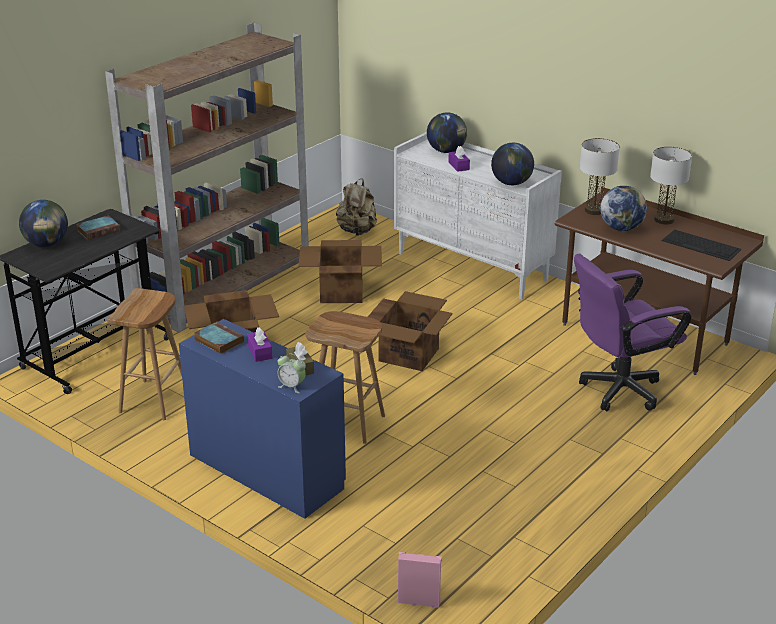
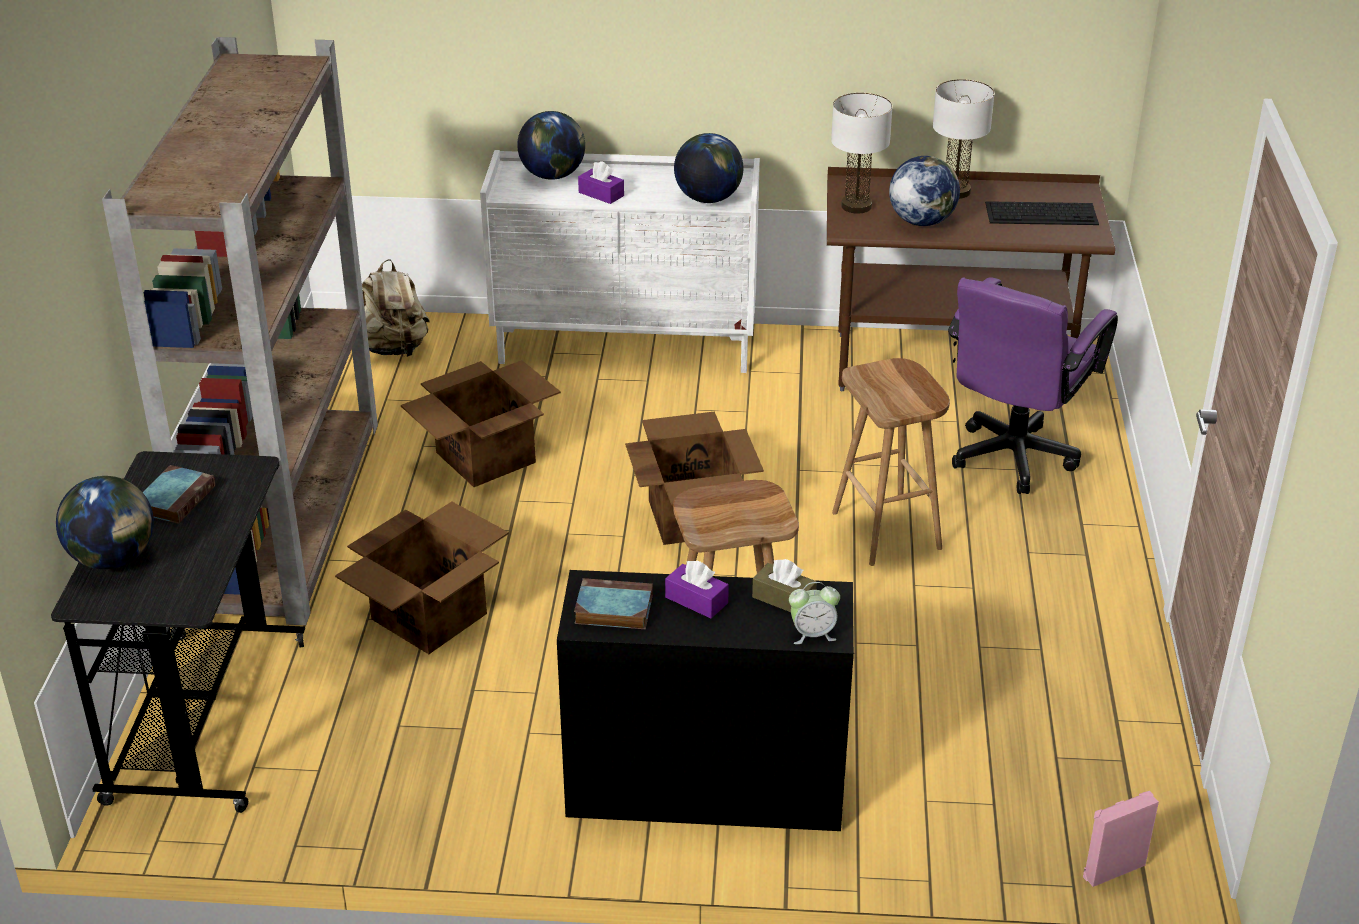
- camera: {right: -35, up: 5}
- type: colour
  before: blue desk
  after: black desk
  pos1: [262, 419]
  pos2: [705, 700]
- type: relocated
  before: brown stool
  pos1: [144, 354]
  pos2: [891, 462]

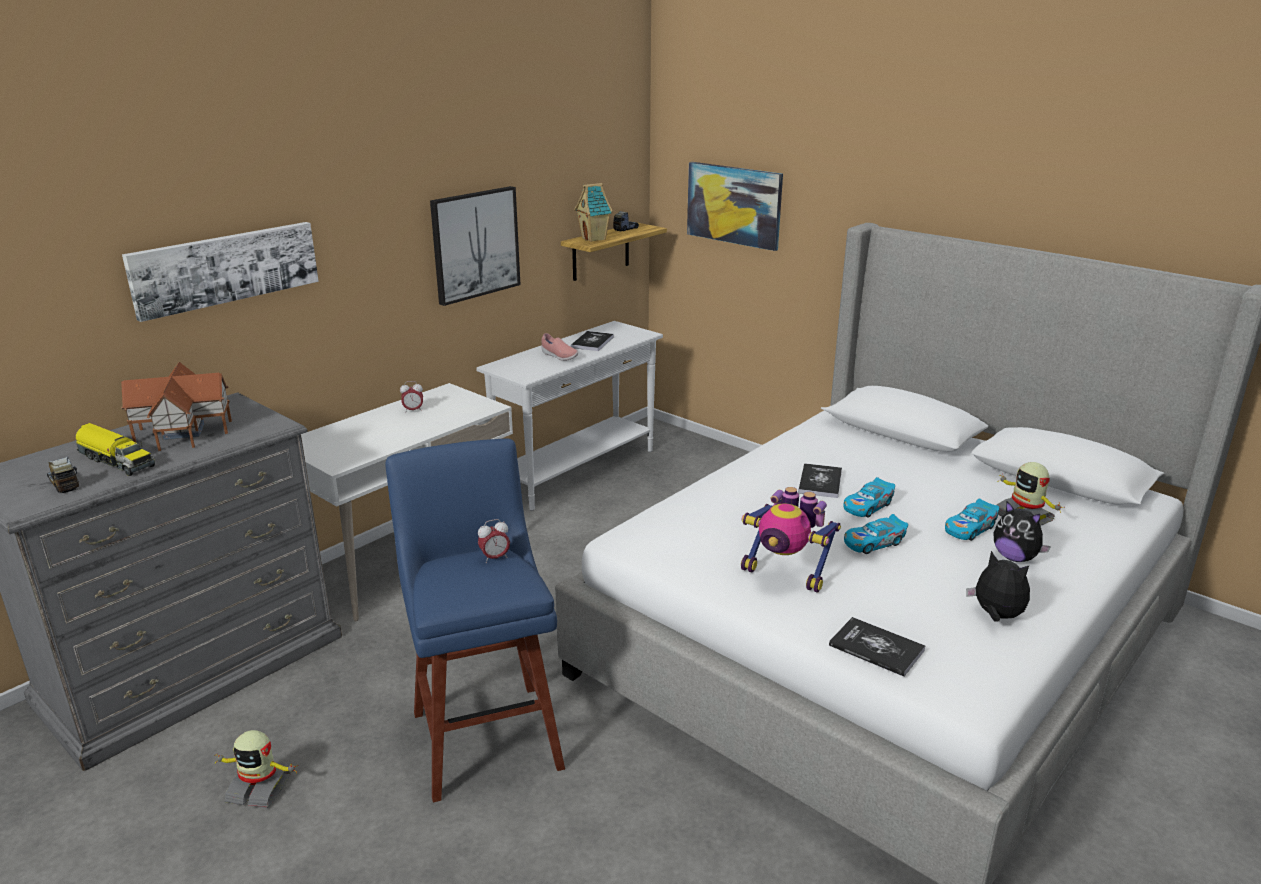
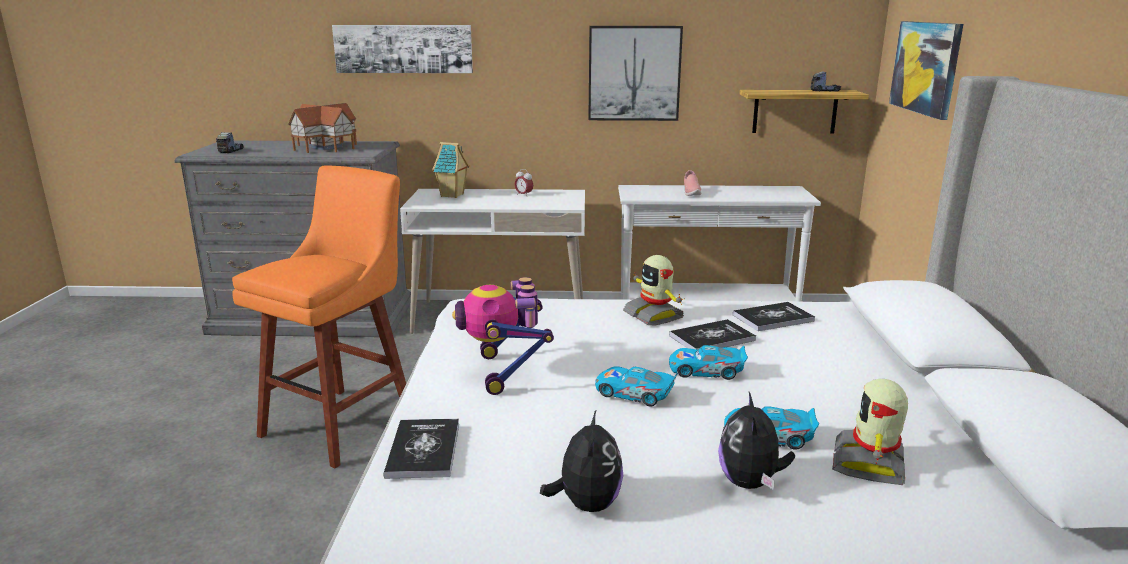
- camera: {right: 50, up: -5}
- type: colour
  before: blue stool
  after: orange stool
  pos1: [475, 620]
  pos2: [319, 316]
- type: relocated
  before: toy house
  pos1: [593, 212]
  pos2: [450, 170]
- type: relocated
  before: toy robot
  pos1: [256, 769]
  pos2: [654, 290]
- type: relocated
  before: book
  pos1: [592, 341]
  pos2: [774, 316]
- type: missing
  before: toy truck
  pos1: [115, 449]
- type: missing
  before: alarm clock
  pos1: [494, 541]

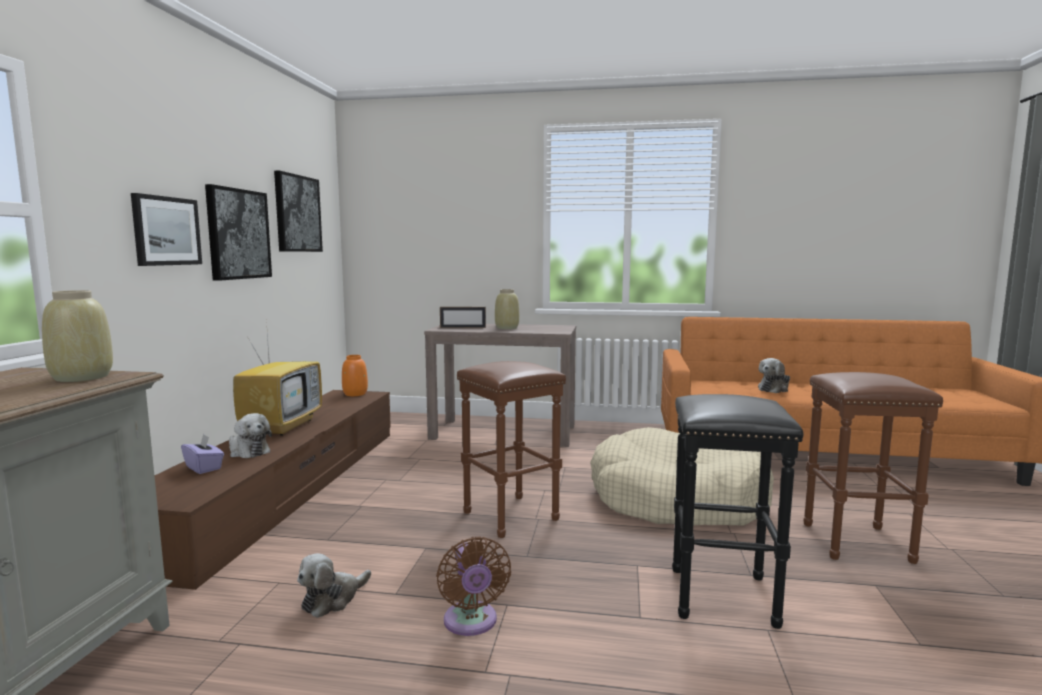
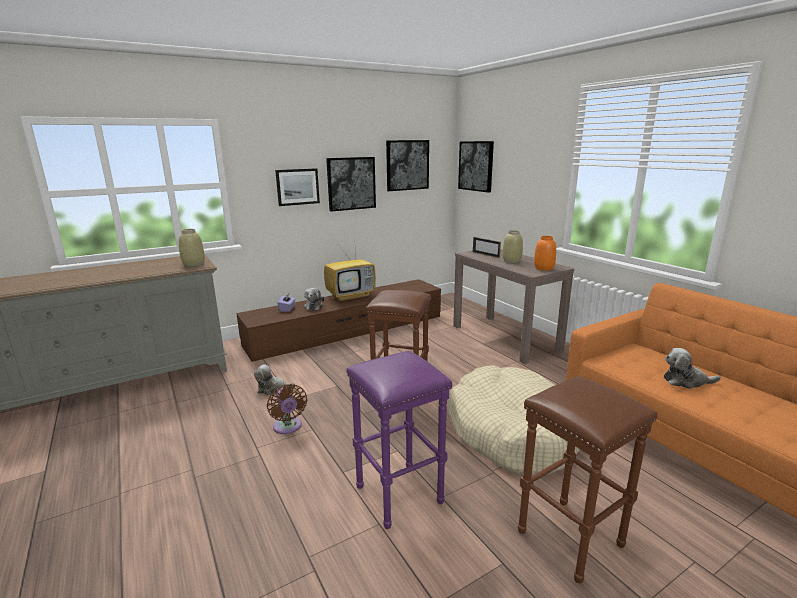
- camera: {right: 50, up: 10}
- type: spun
  before: brown fan
  pos1: [473, 586]
  pos2: [287, 409]
  turn: -60
- type: colour
  before: black stool
  after: purple stool
  pos1: [738, 511]
  pos2: [399, 440]
- type: appeared
  after: picture
  pos2: [476, 167]
- type: relocated
  before: orange vase
  pos1: [355, 375]
  pos2: [545, 253]

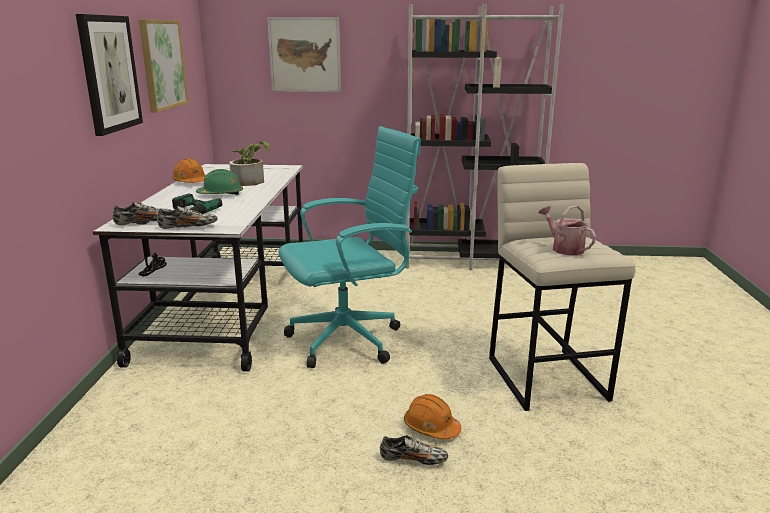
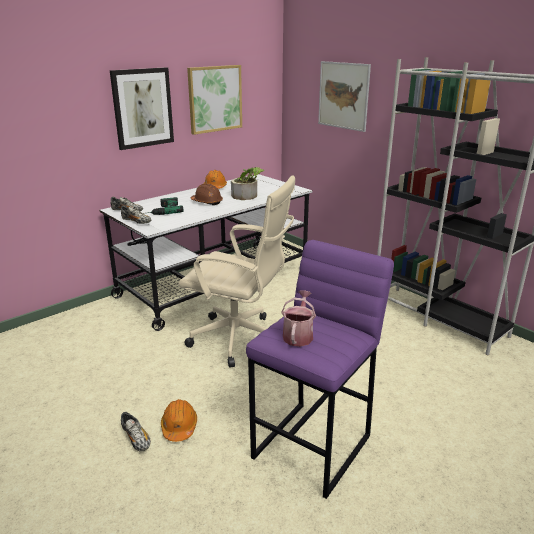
- camera: {right: 45, up: 5}
- type: colour
  before: turquoise office chair
  after: beige office chair
  pos1: [349, 247]
  pos2: [236, 272]
- type: colour
  before: green hard hat
  after: brown hard hat
  pos1: [219, 182]
  pos2: [206, 194]
- type: colour
  before: beige stool
  after: purple stool
  pos1: [562, 287]
  pos2: [320, 369]

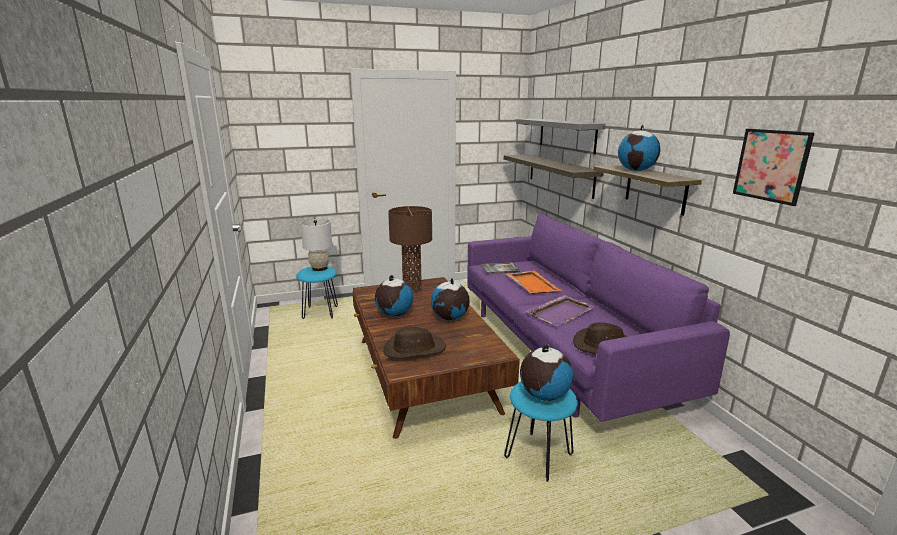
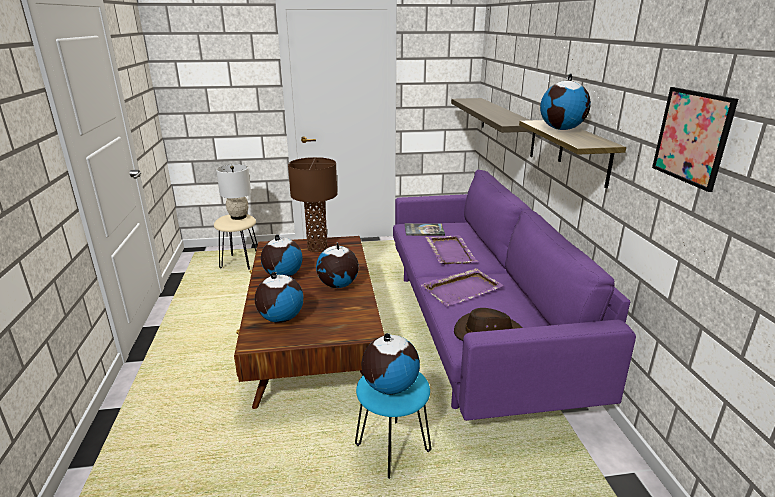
- camera: {right: 10, up: 5}
- type: colour
  before: turquoise stool
  after: beige stool
  pos1: [317, 292]
  pos2: [236, 242]
- type: exchanged
  before: brown hat
  after: globe
  pos1: [414, 343]
  pos2: [279, 297]
- type: colour
  before: orange tray
  after: purple tray
  pos1: [534, 282]
  pos2: [451, 249]
- type: missing
  before: grey shelf
  pos1: [561, 136]

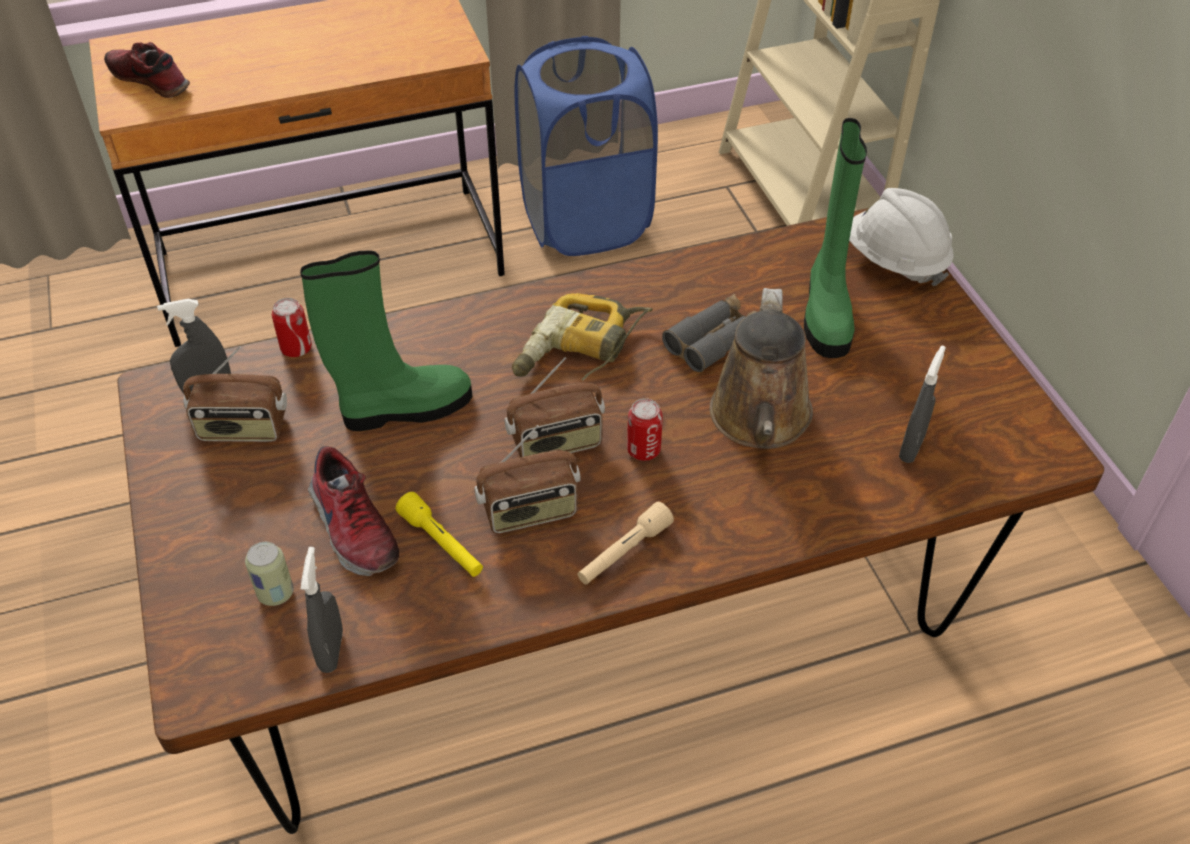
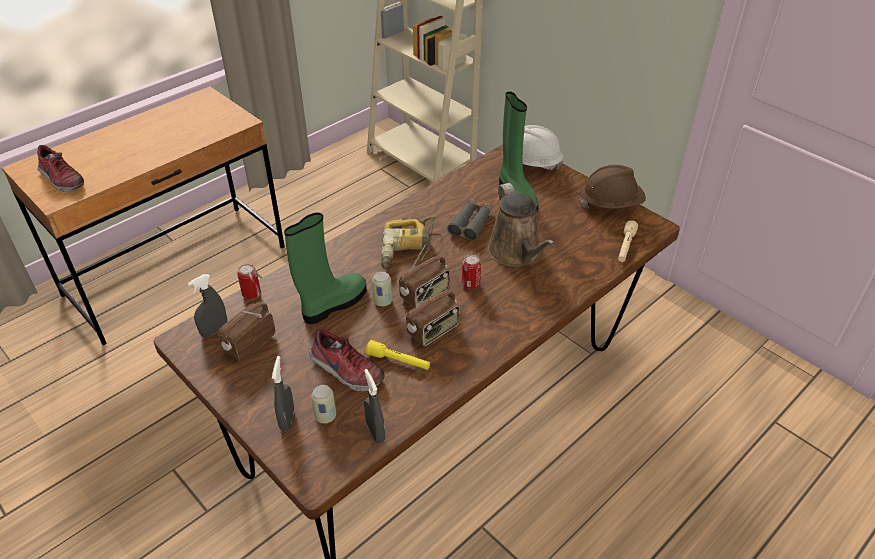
- camera: {right: -25, up: -5}
- type: spun
  before: shoe
  pos1: [147, 70]
  pos2: [60, 168]
  turn: -150
- type: spun
  before: radio
  pos1: [235, 394]
  pos2: [246, 331]
  turn: 150
- type: relocated
  before: grey spray bottle
  pos1: [922, 404]
  pos2: [283, 394]
- type: appeared
  after: can
  pos2: [382, 288]
- type: appeared
  after: brown hard hat
  pos2: [613, 187]
- type: relocated
  before: beige flashlight
  pos1: [626, 543]
  pos2: [628, 241]
- type: missing
  before: blue laundry basket
  pos1: [586, 146]

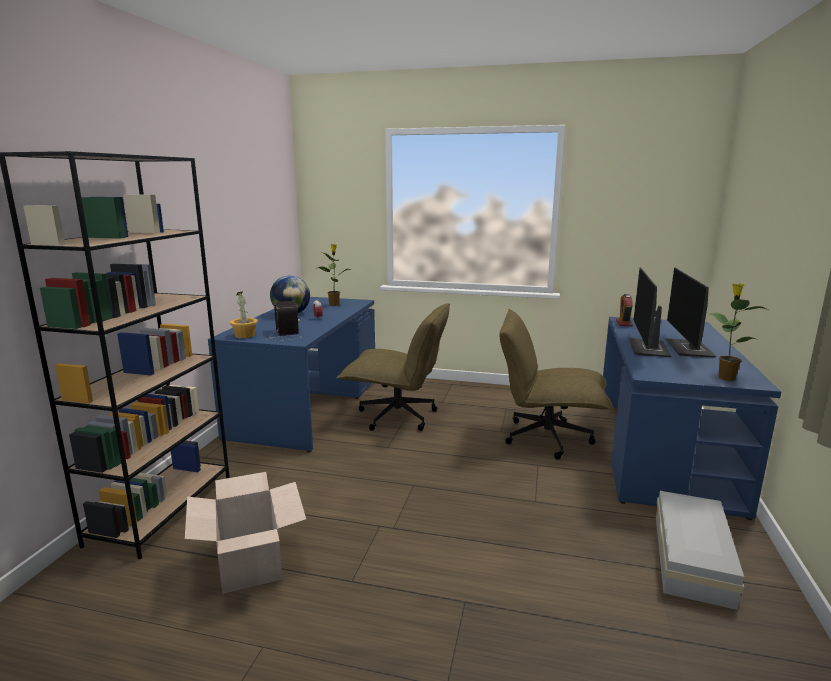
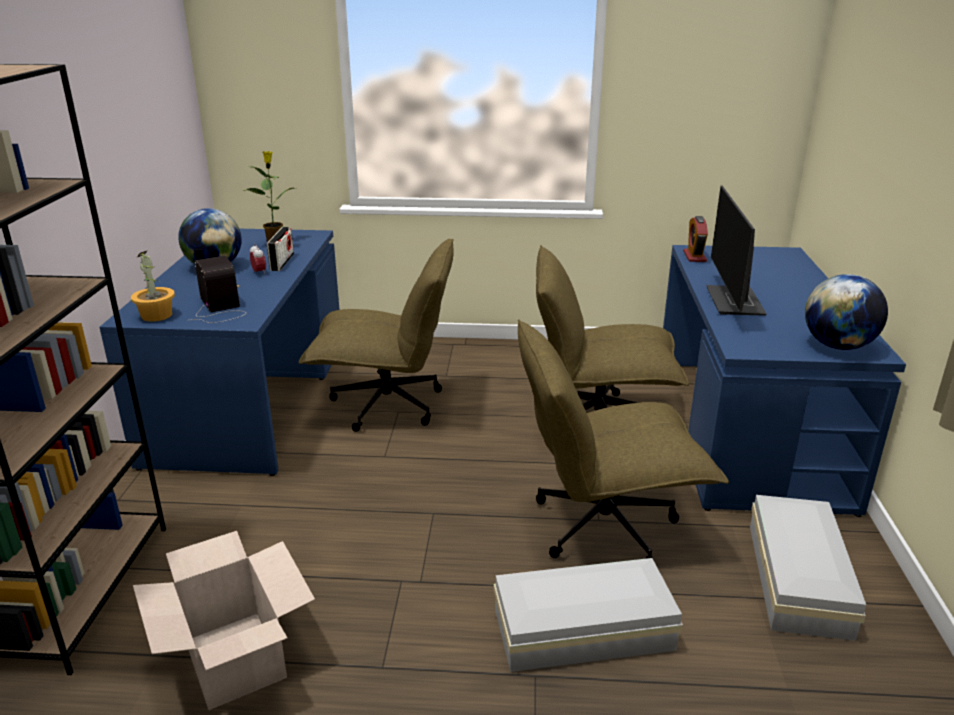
- camera: {right: -10, up: 10}
- type: appeared
  after: radio
  pos2: [280, 249]
- type: appeared
  after: white storage box
  pos2: [588, 615]
- type: appeared
  after: beige office chair
  pos2: [623, 439]
- type: exchanged
  before: potted plant
  after: globe
  pos1: [738, 332]
  pos2: [846, 312]
- type: missing
  before: monitor
  pos1: [690, 313]

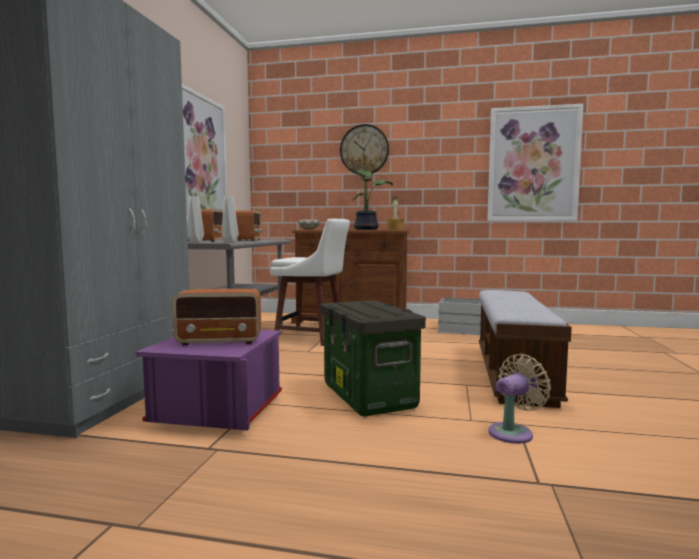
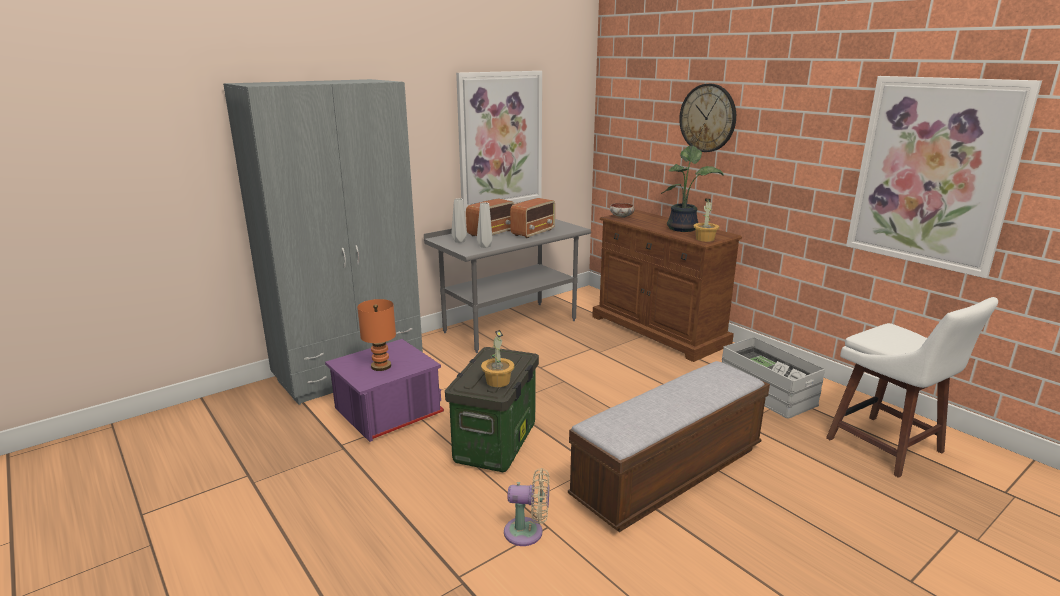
- camera: {right: 40, up: 15}
- type: exchanged
  before: radio
  after: orange table lamp
  pos1: [216, 316]
  pos2: [376, 335]
- type: appeared
  after: potted plant
  pos2: [497, 358]
- type: relocated
  before: white stool
  pos1: [310, 282]
  pos2: [912, 387]

